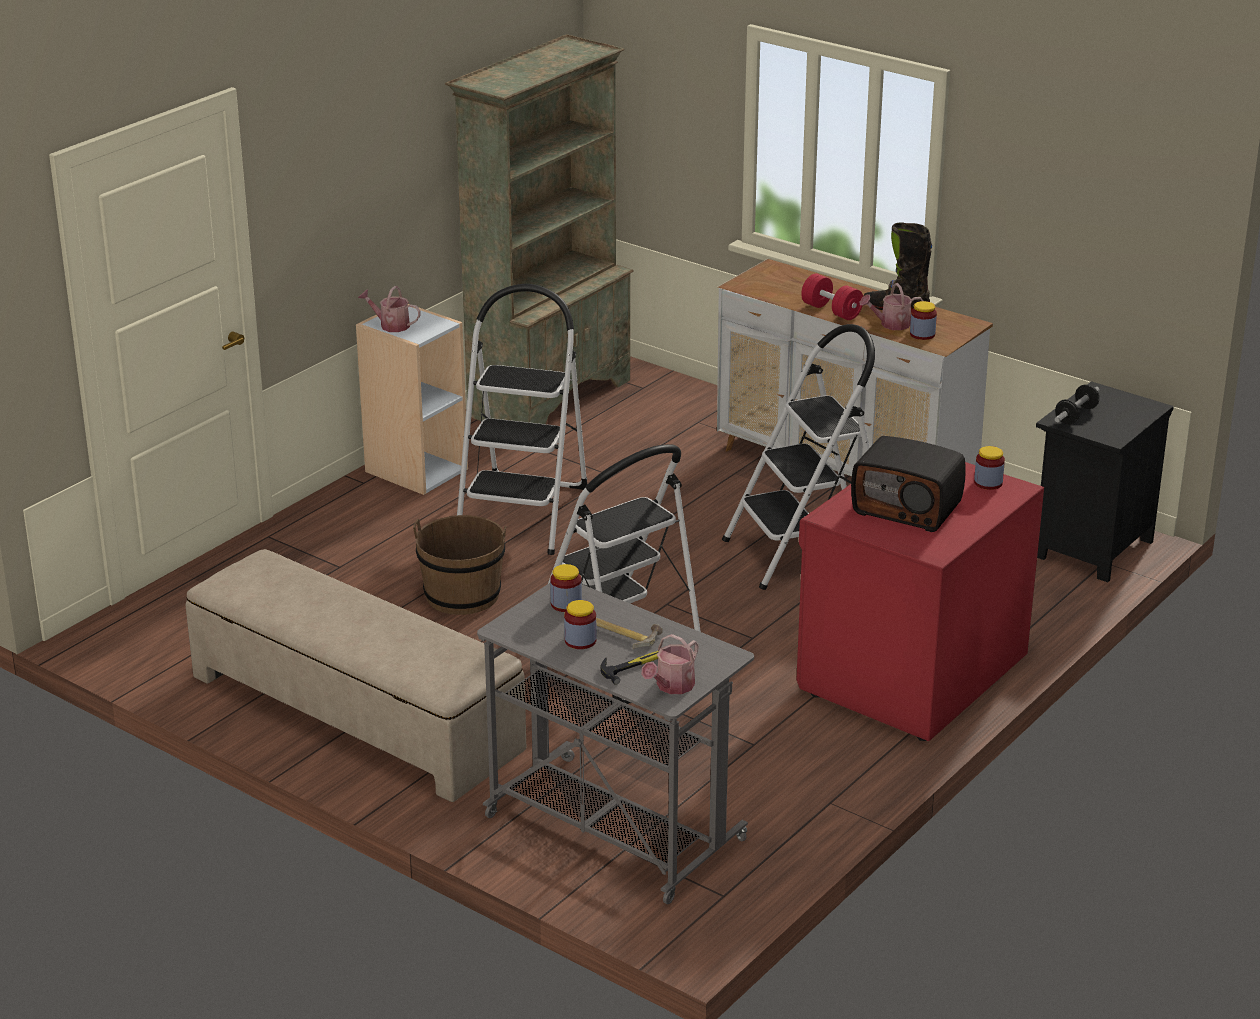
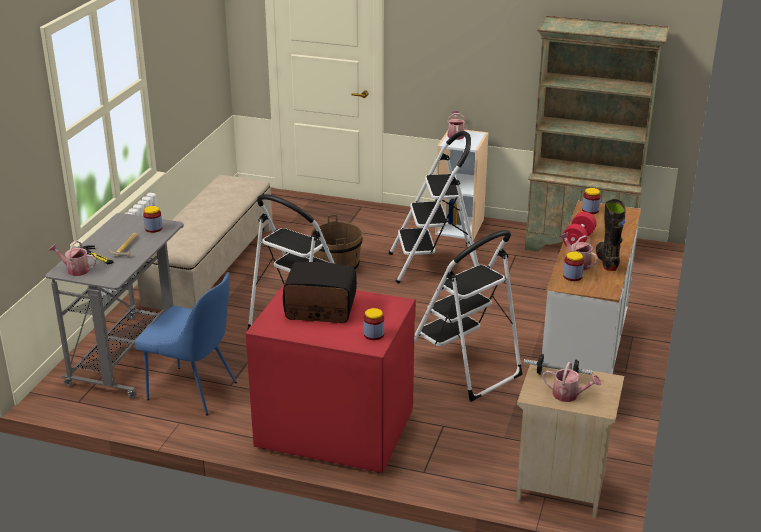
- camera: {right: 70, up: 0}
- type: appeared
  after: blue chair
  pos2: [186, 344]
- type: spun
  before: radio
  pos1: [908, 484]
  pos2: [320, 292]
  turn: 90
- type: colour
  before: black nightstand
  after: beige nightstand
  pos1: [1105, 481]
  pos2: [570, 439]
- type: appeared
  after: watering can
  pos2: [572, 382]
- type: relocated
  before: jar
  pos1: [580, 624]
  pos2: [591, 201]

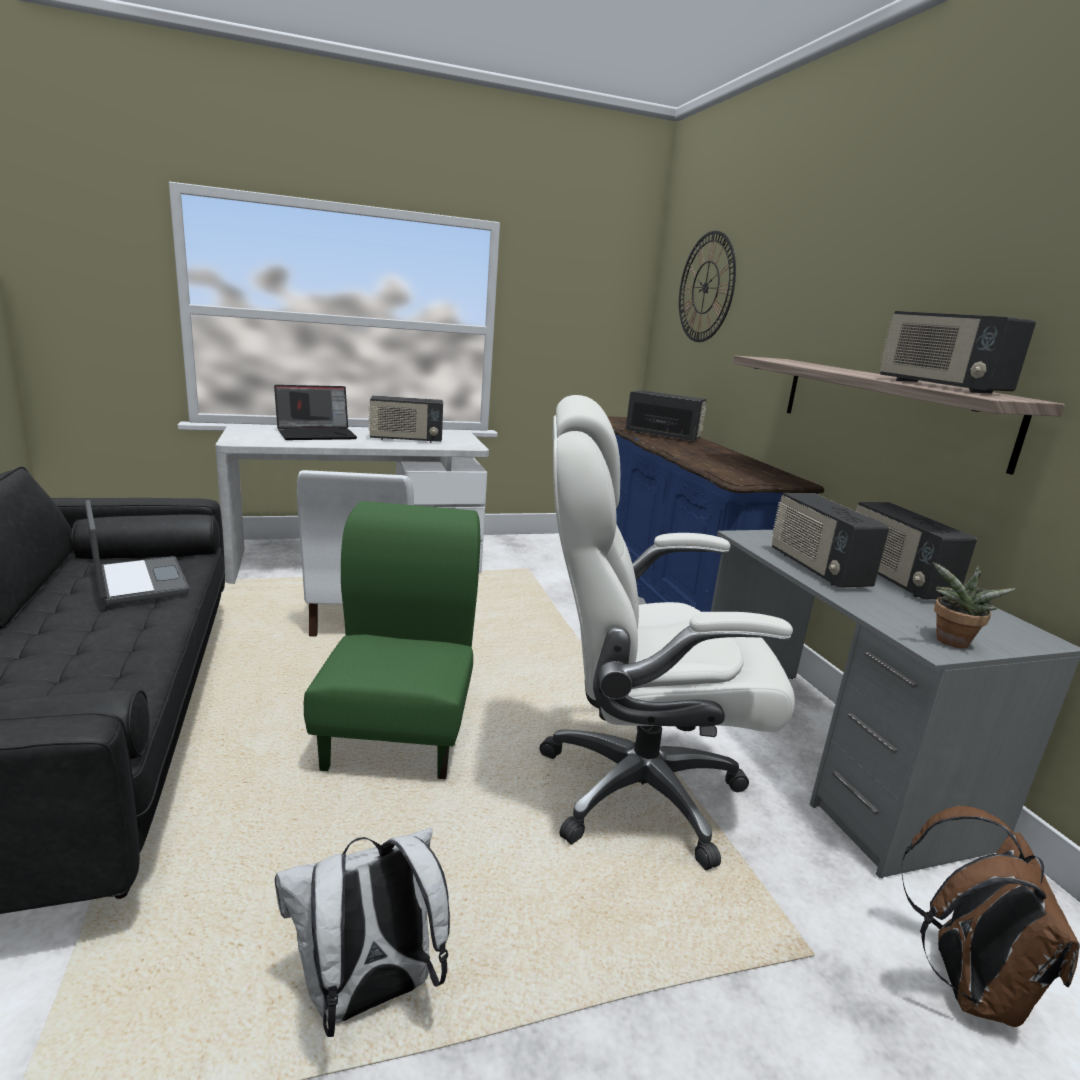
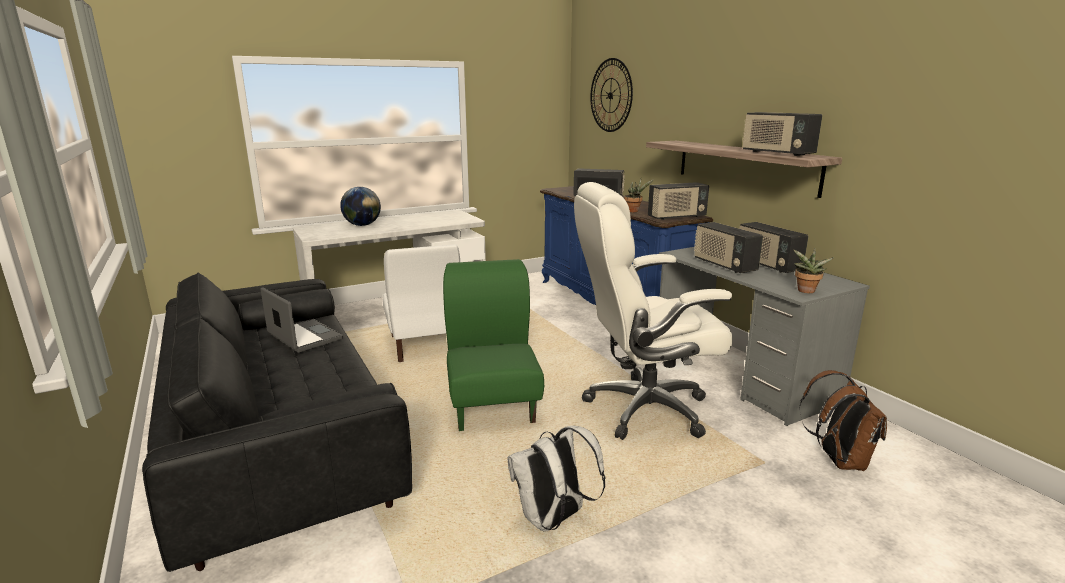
- camera: {right: -10, up: 0}
- type: exchanged
  before: laptop
  after: globe
  pos1: [315, 412]
  pos2: [360, 206]
- type: appeared
  after: potted plant
  pos2: [638, 195]
- type: relocated
  before: radio
  pos1: [406, 419]
  pos2: [678, 201]

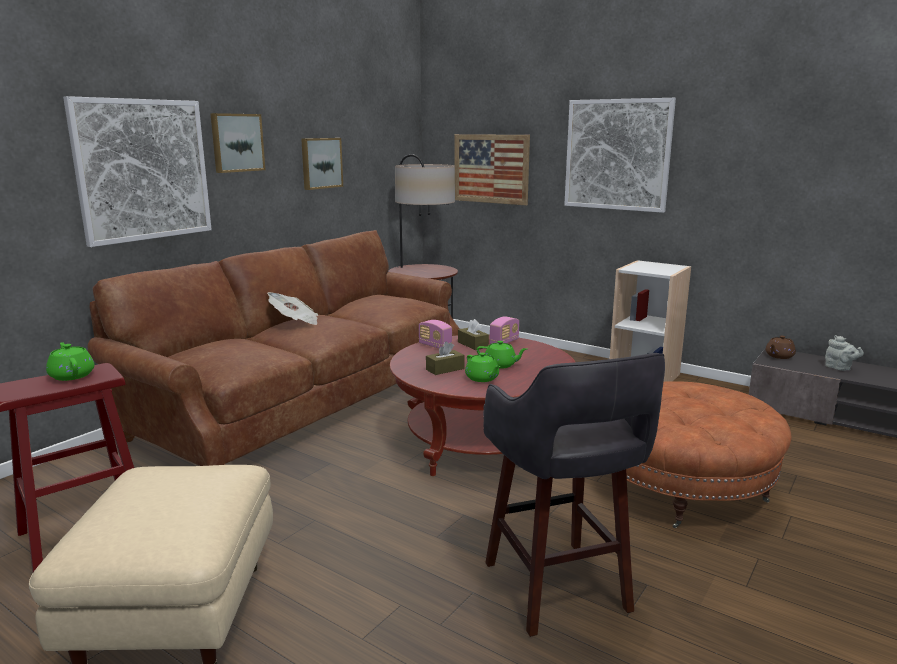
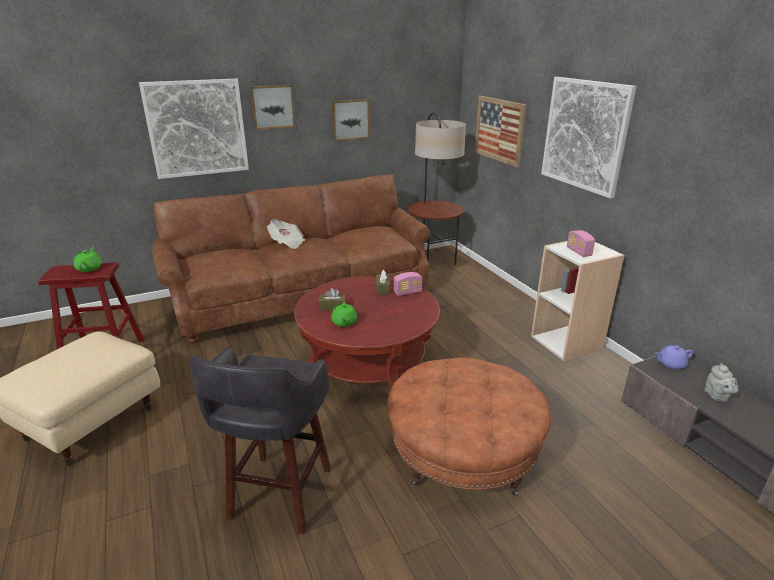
- camera: {right: 30, up: 10}
- type: relocated
  before: radio
  pos1: [435, 334]
  pos2: [581, 243]
- type: colour
  before: brown teapot
  after: purple teapot
  pos1: [781, 347]
  pos2: [674, 357]
- type: missing
  before: green teapot
  pos1: [502, 355]

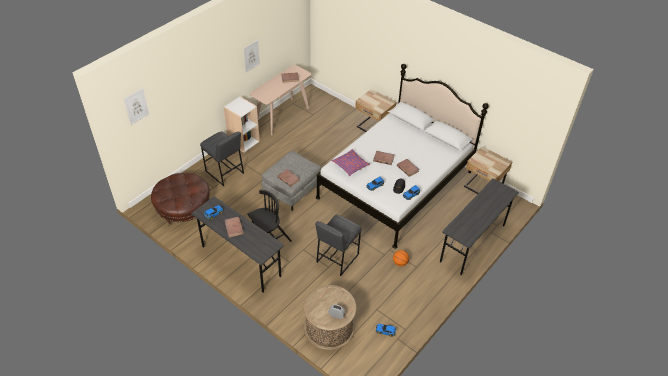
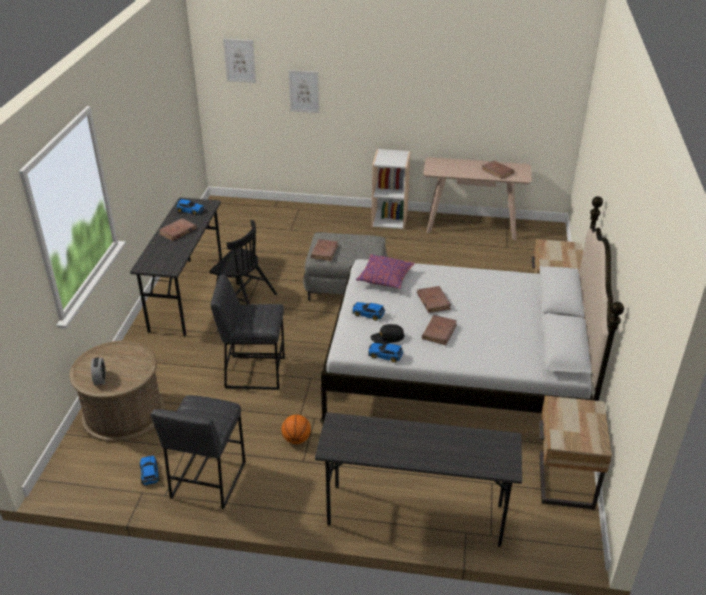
- camera: {right: 60, up: -10}
- type: relocated
  before: grey stool
  pos1: [222, 158]
  pos2: [198, 452]
- type: relocated
  before: picture
  pos1: [251, 56]
  pos2: [303, 91]
- type: missing
  before: brown ottoman
  pos1: [180, 199]

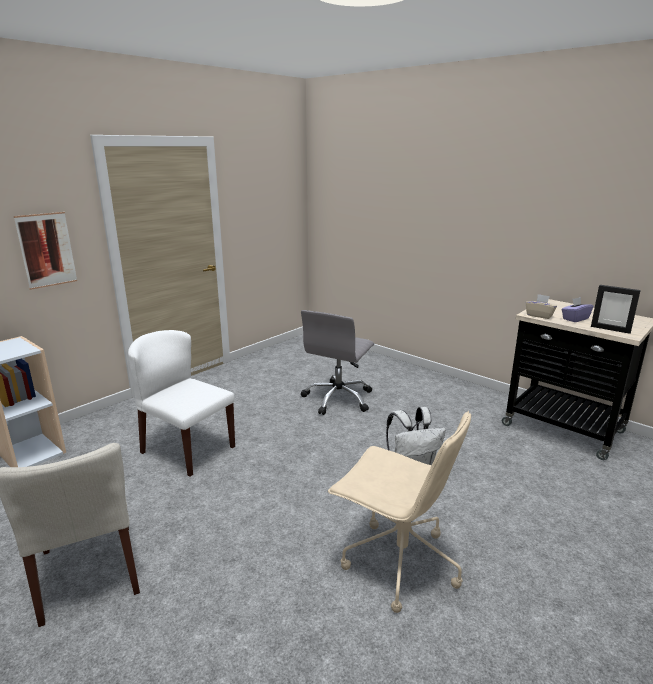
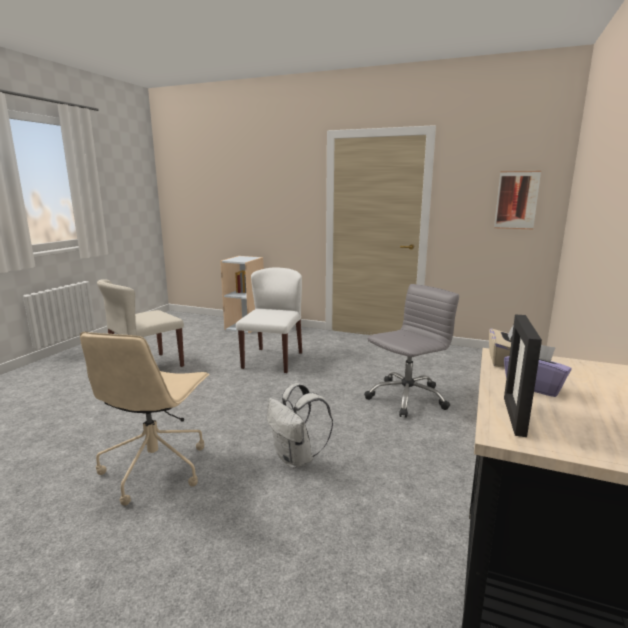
- camera: {right: 70, up: -5}
- type: spun
  before: grey office chair
  pos1: [337, 362]
  pos2: [411, 351]
  turn: 135
- type: relocated
  before: picture
  pos1: [45, 251]
  pos2: [517, 200]

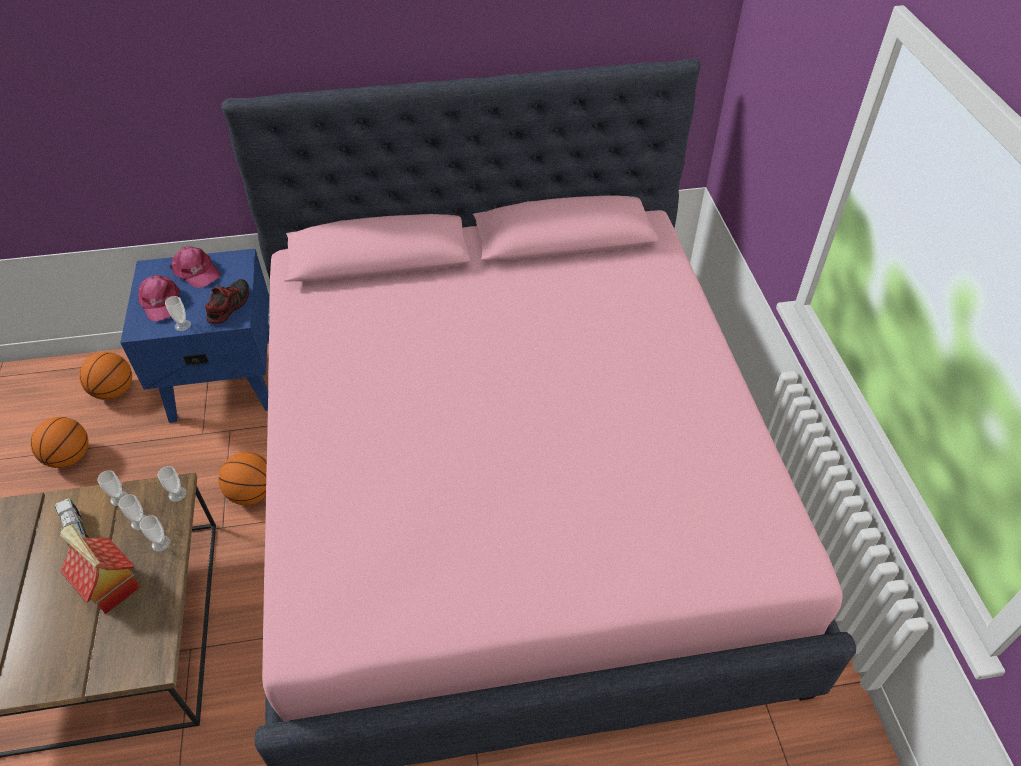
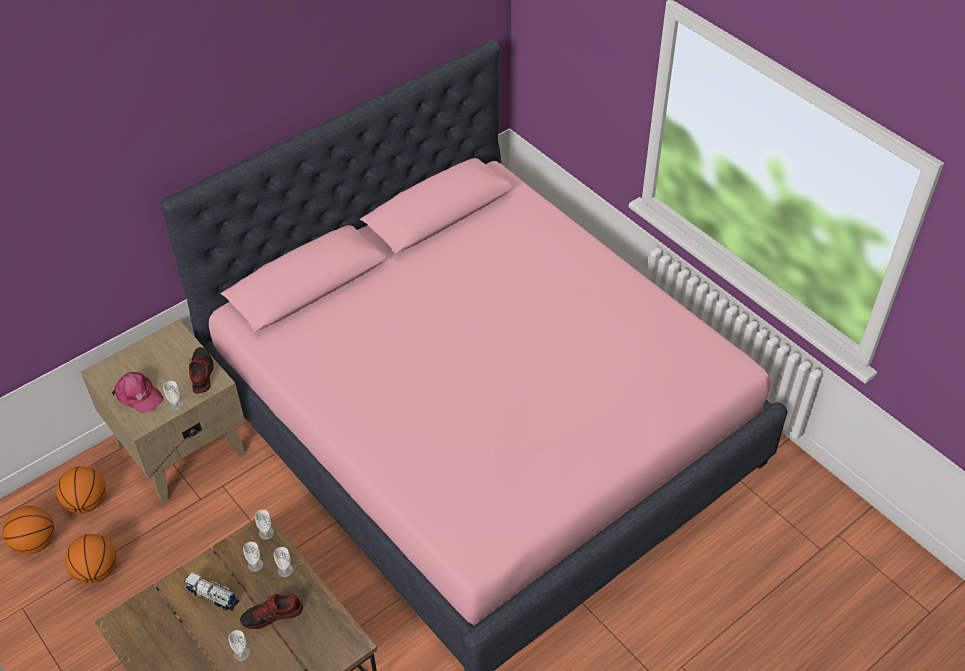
- camera: {right: -30, up: 0}
- type: relocated
  before: basketball
  pos1: [243, 478]
  pos2: [28, 530]
- type: colour
  before: blue nightstand
  after: beige nightstand
  pos1: [194, 336]
  pos2: [163, 411]
- type: relocated
  before: cup
  pos1: [112, 488]
  pos2: [239, 645]
- type: exchanged
  before: toy house
  after: shoe
  pos1: [100, 569]
  pos2: [271, 611]
- type: missing
  before: pink cap
  pos1: [195, 267]

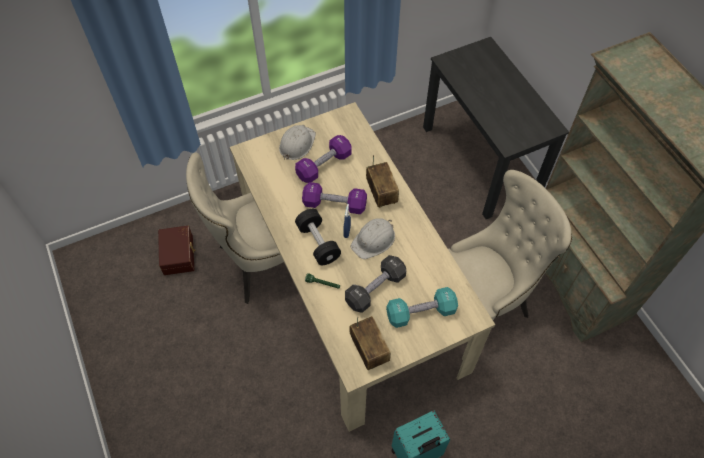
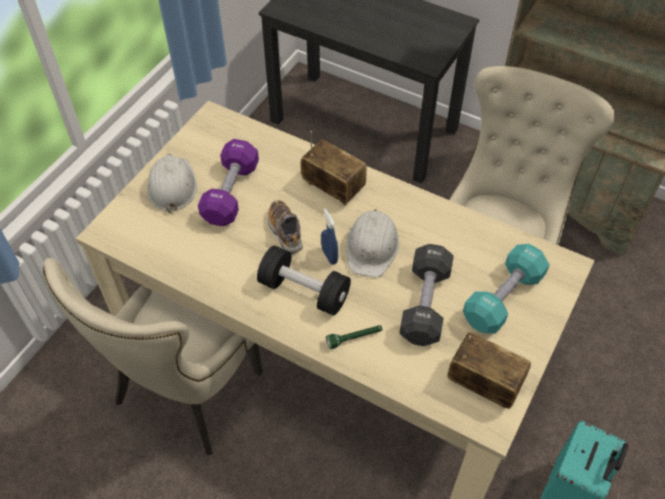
- camera: {right: -35, up: -5}
- type: exchanged
  before: purple dumbbell
  after: shoe
  pos1: [334, 198]
  pos2: [285, 227]
- type: missing
  before: brown storage box
  pos1: [176, 250]

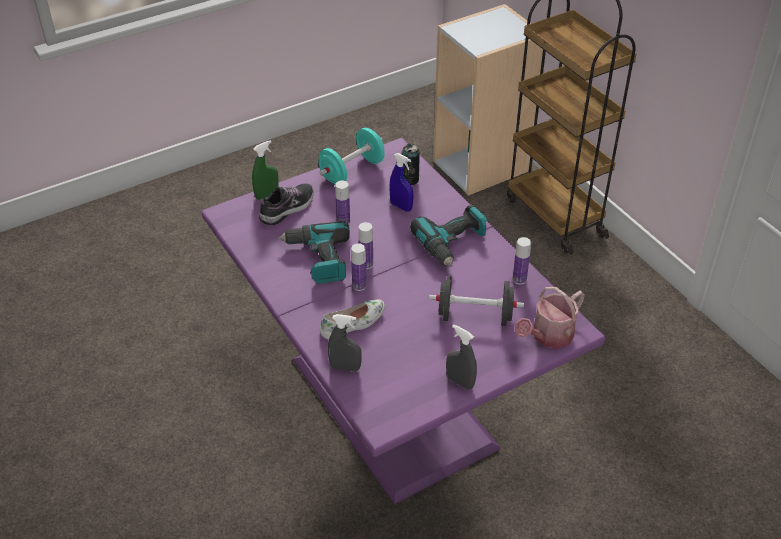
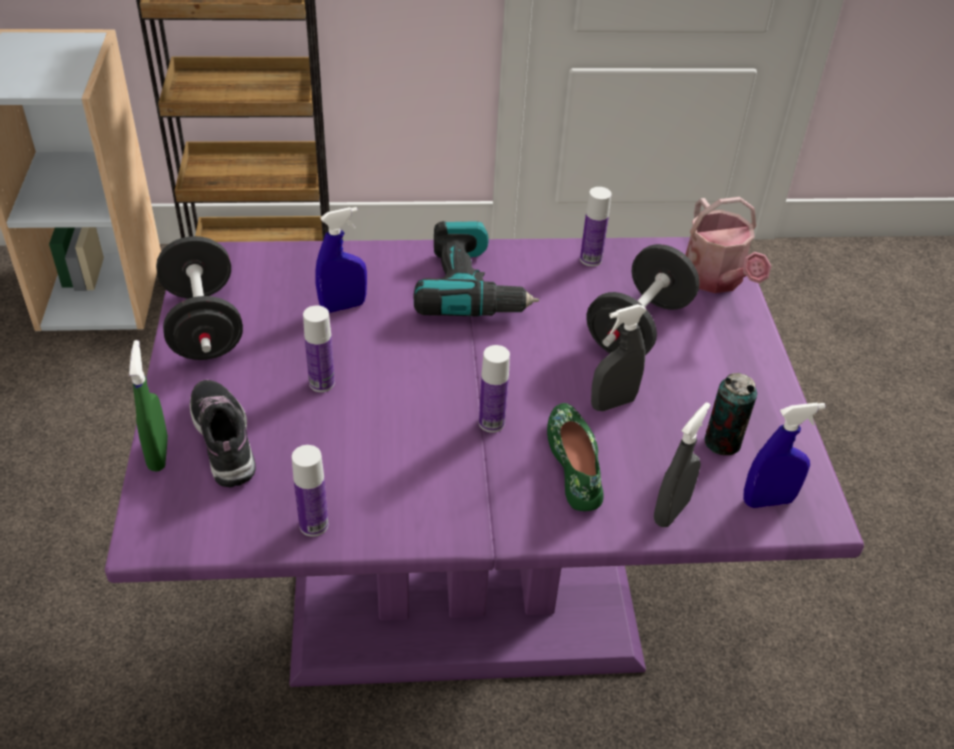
- camera: {right: -65, up: 0}
- type: colour
  before: turquoise dumbbell
  after: black dumbbell
  pos1: [352, 156]
  pos2: [199, 298]
- type: relocated
  before: bottle
  pos1: [366, 245]
  pos2: [310, 491]
- type: colour
  before: white shoe
  after: green shoe
  pos1: [352, 320]
  pos2: [575, 457]
- type: relocated
  before: grey spray bottle
  pos1: [461, 357]
  pos2: [619, 357]
- type: relocated
  before: can
  pos1: [411, 164]
  pos2: [731, 414]
- type: appeared
  after: blue spray bottle
  pos2: [784, 455]
- type: missing
  before: power drill
  pos1: [313, 252]

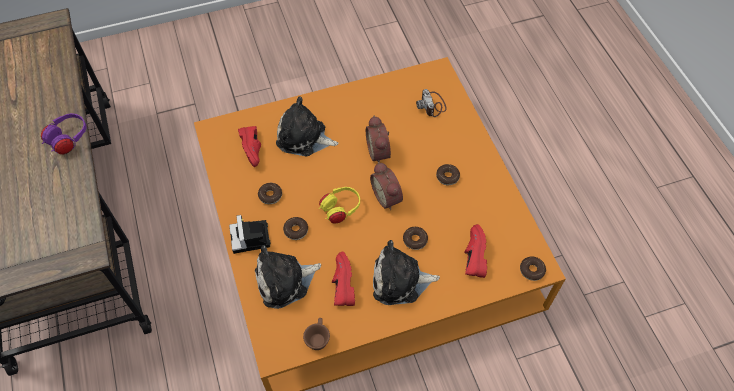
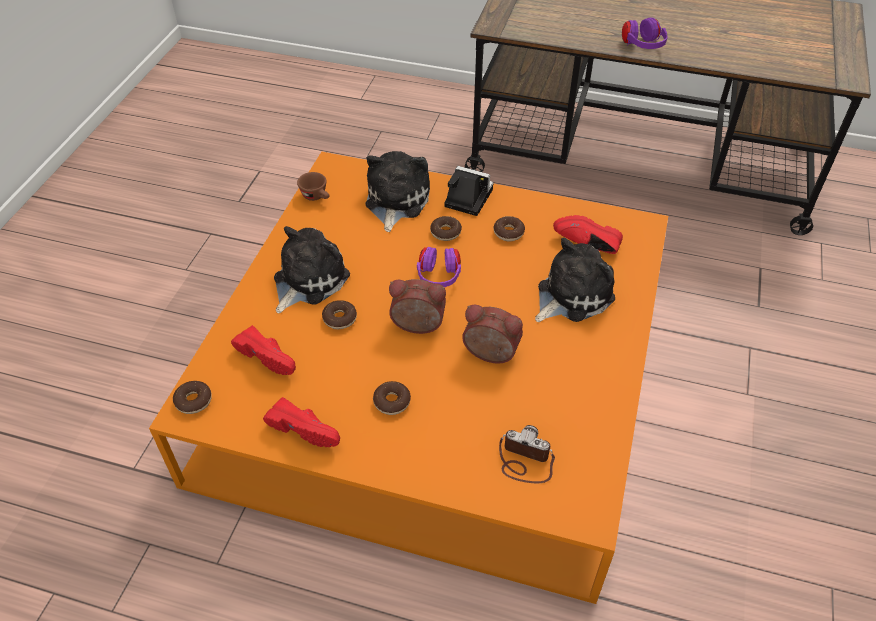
- camera: {right: 125, up: -10}
- type: relocated
  before: red shoe
  pos1: [343, 278]
  pos2: [301, 422]
- type: colour
  before: yellow headphones
  after: purple headphones
  pos1: [339, 205]
  pos2: [439, 267]

